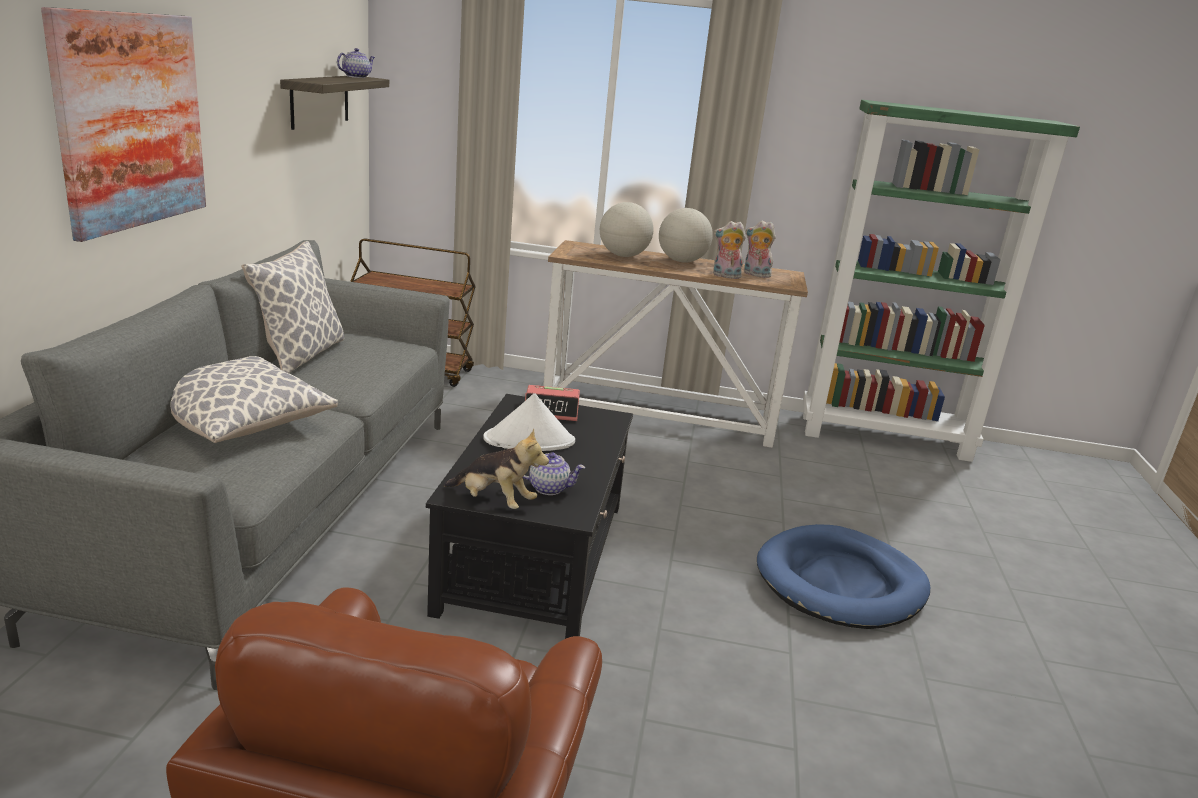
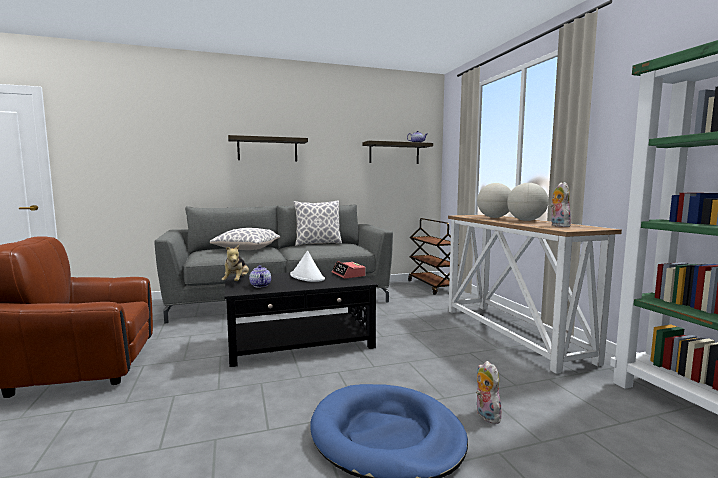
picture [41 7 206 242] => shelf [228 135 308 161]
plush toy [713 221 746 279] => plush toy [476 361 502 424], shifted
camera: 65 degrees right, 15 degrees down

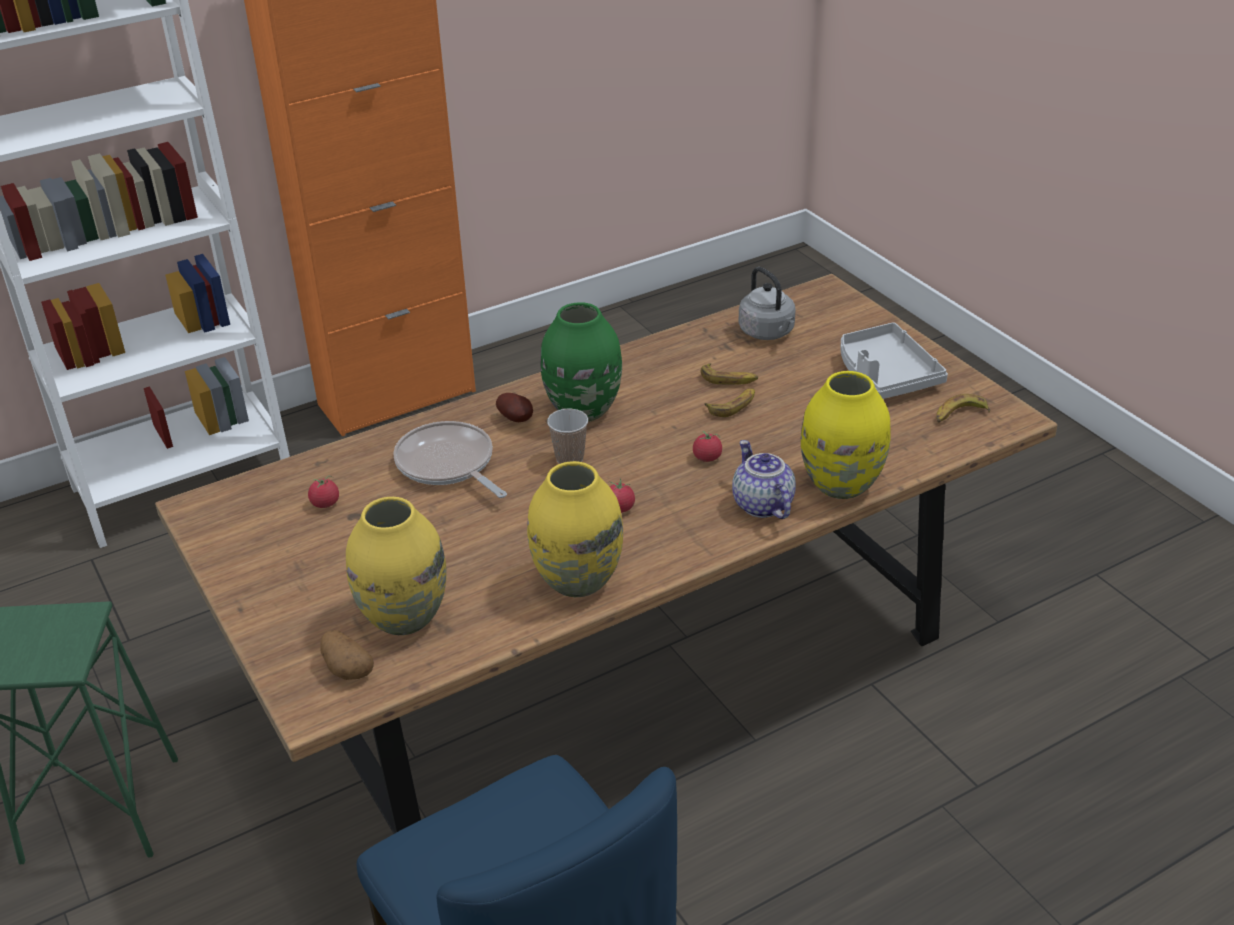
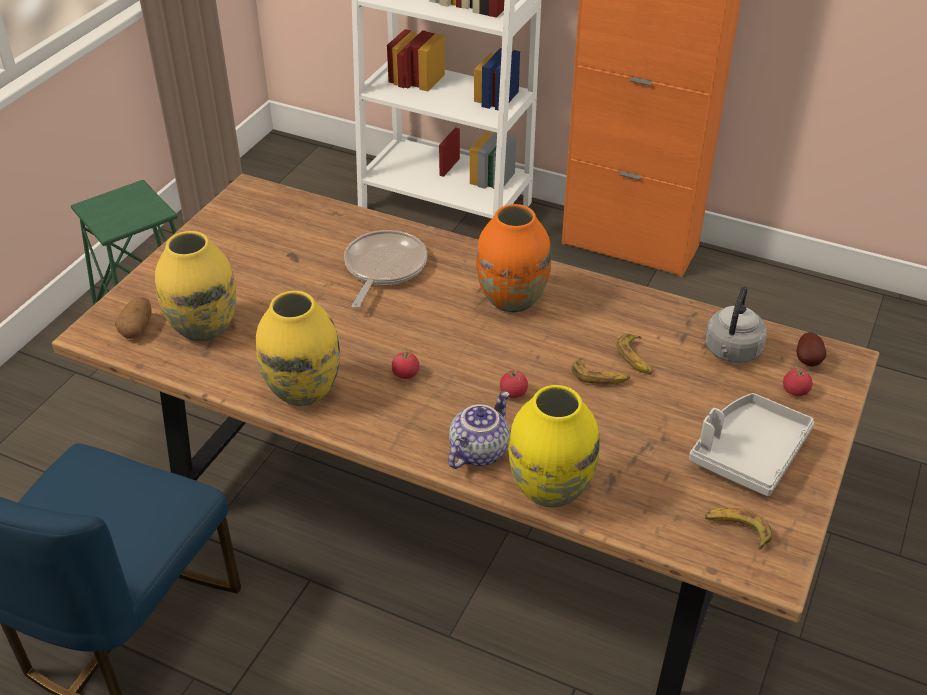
green vase [540 302 622 422] => orange-coloured vase [476 204 551 313]
fresh tomato [308 475 339 508] => fresh tomato [783 367 813 396], shifted
potato [496 393 533 422] => potato [796 332 826 367], shifted
small cup [547 409 588 464] => nothing
camera: 55 degrees right, 5 degrees up

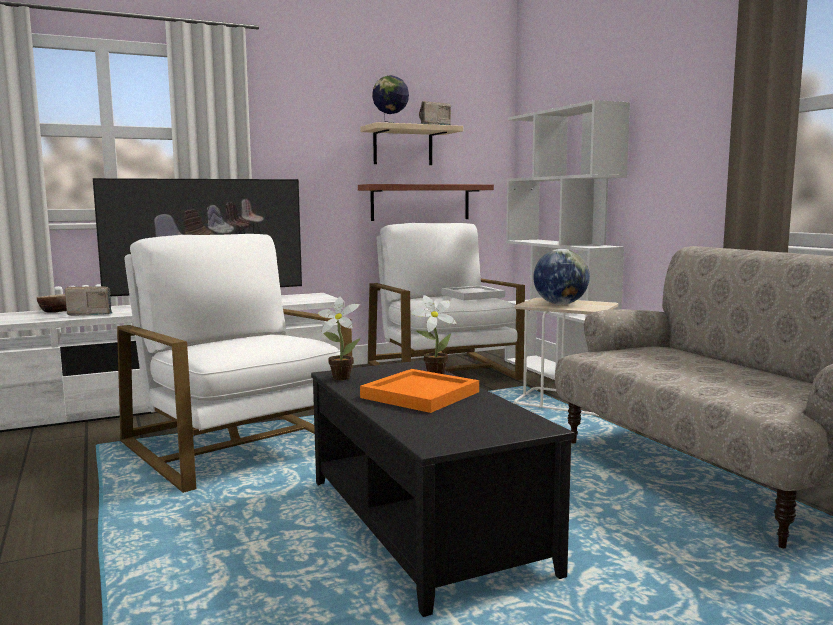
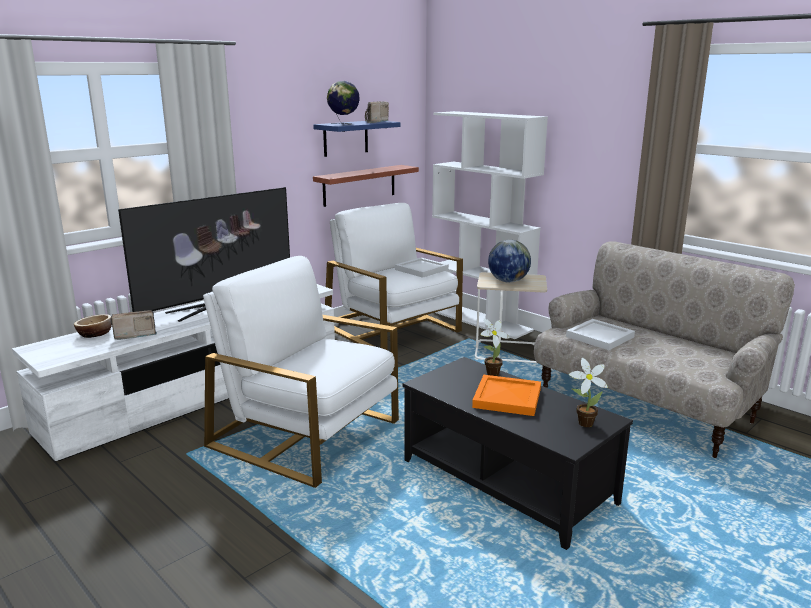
beige-coloured shelf [360 122 463 165] => blue-coloured shelf [313 121 401 157]
nothing => white carrying tray [566 319 635 350]
potted plant [318 297 360 380] => potted plant [569 358 608 427], shifted
camera: 20 degrees left, 10 degrees up

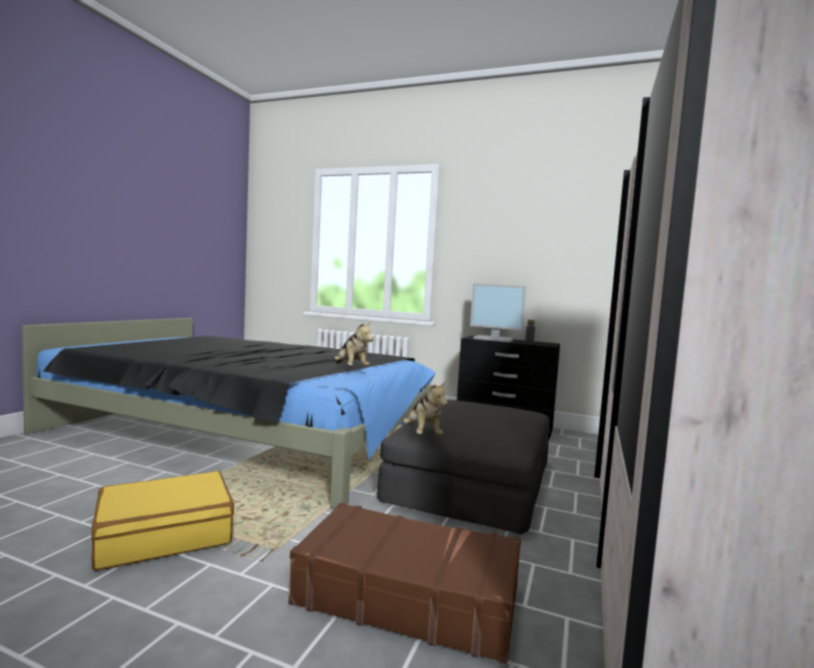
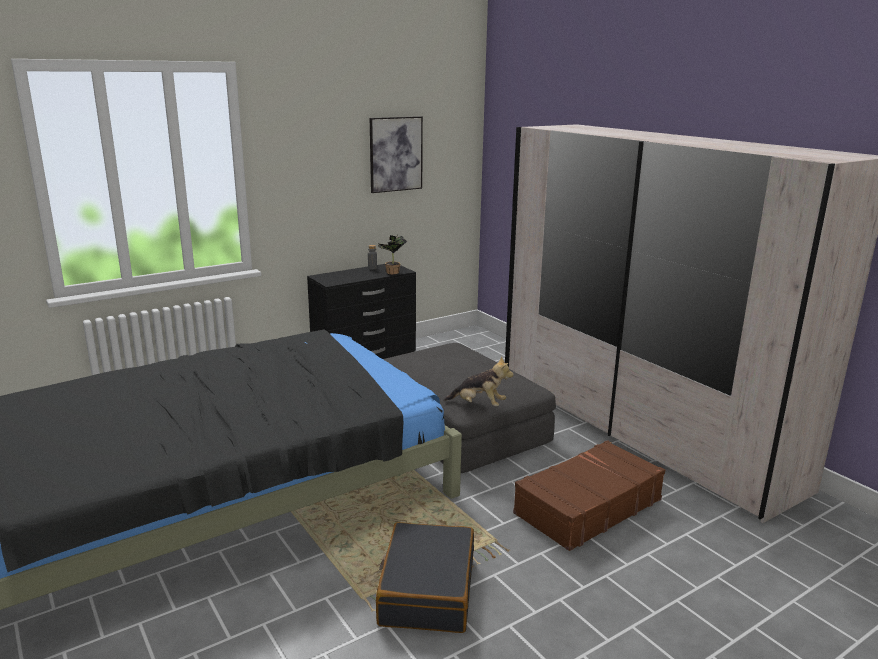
nothing => picture [370 116 423 193]
yellowish suitcase [91 471 234 571] => blackish suitcase [376 522 474 633]
nothing => potted plant [378 235 407 274]
plush toy [334 322 373 366] => nothing
computer display [470 283 526 342] => nothing
camera: 55 degrees left, 15 degrees up

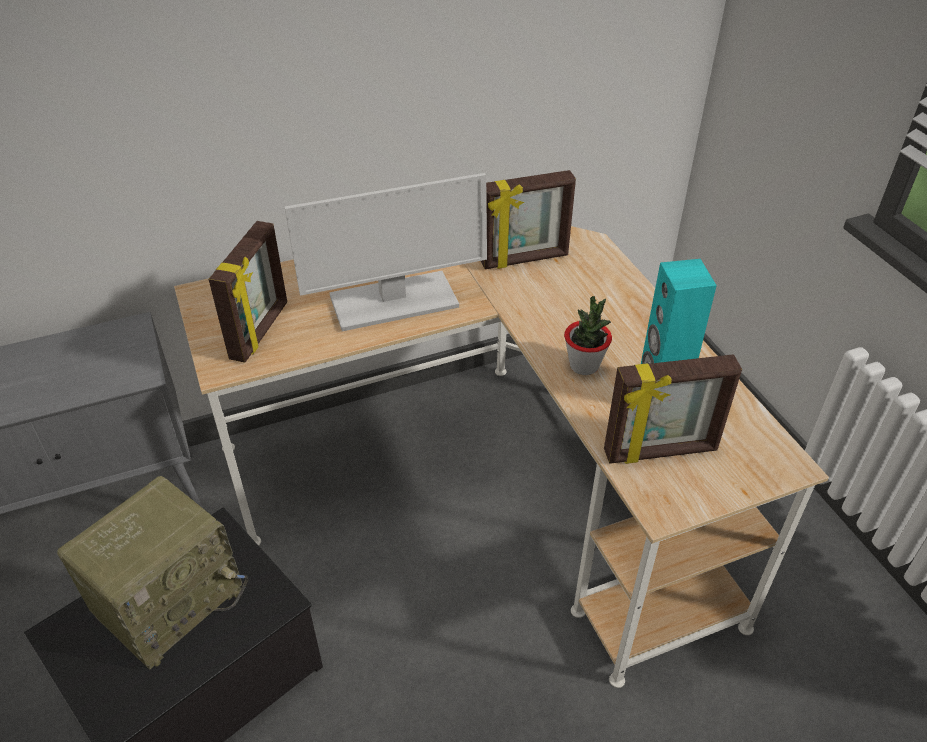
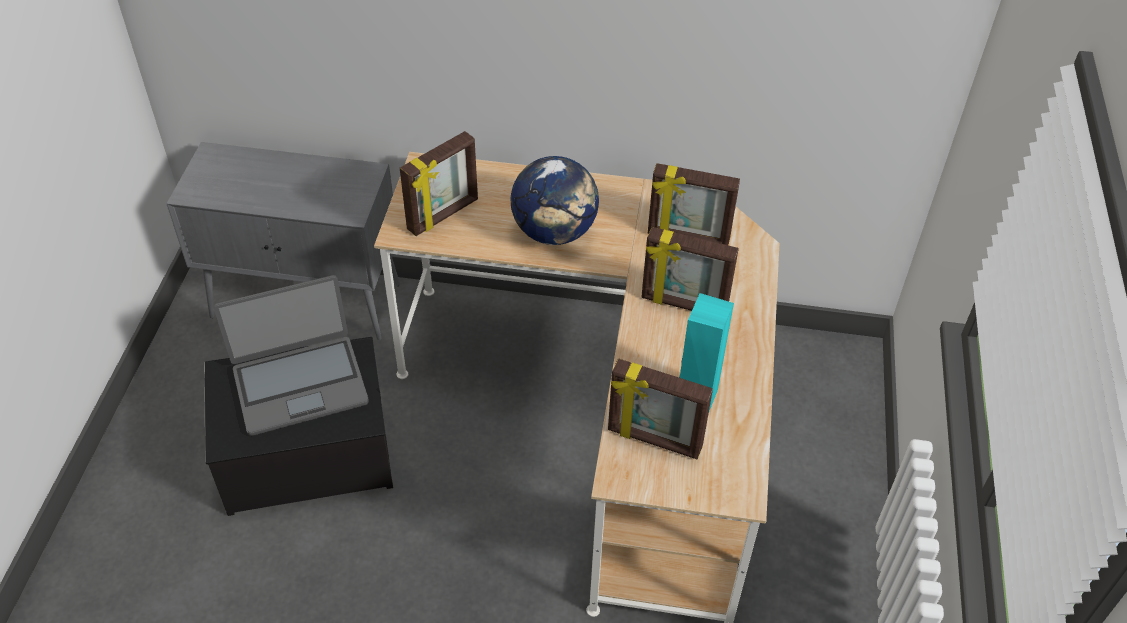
radio set [57 476 248 670] => portable computer [214 275 369 436]
computer display [285 173 487 331] => world globe [511 156 599 245]
nothing => picture frame [641 227 739 311]
potted plant [564 296 612 375] => nothing
camera: 30 degrees right, 5 degrees up

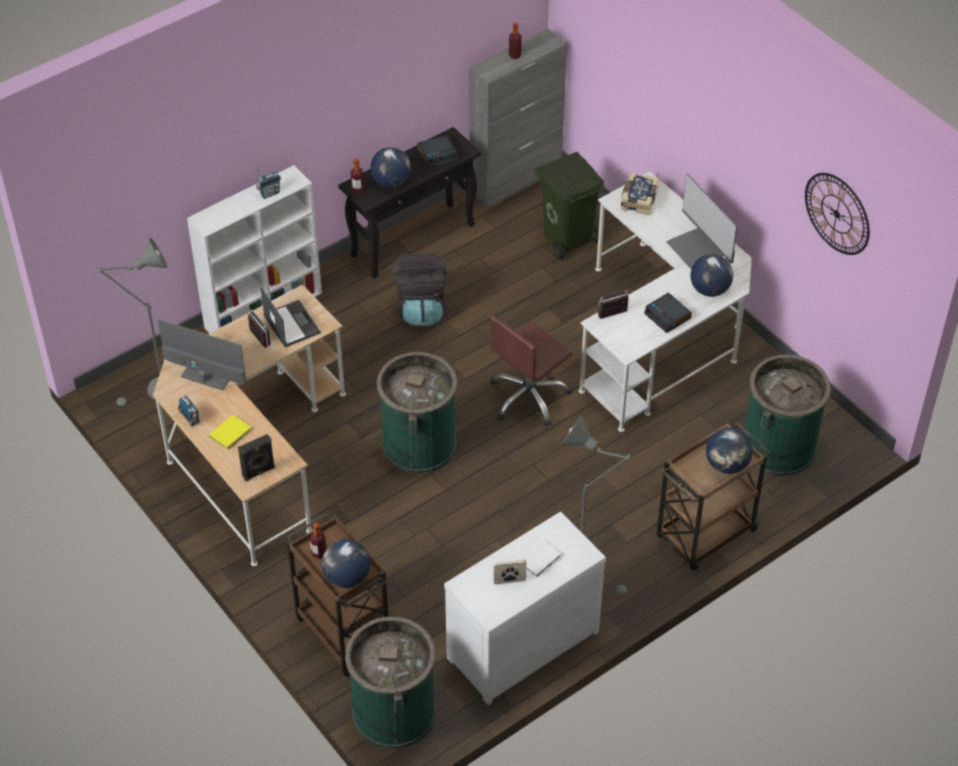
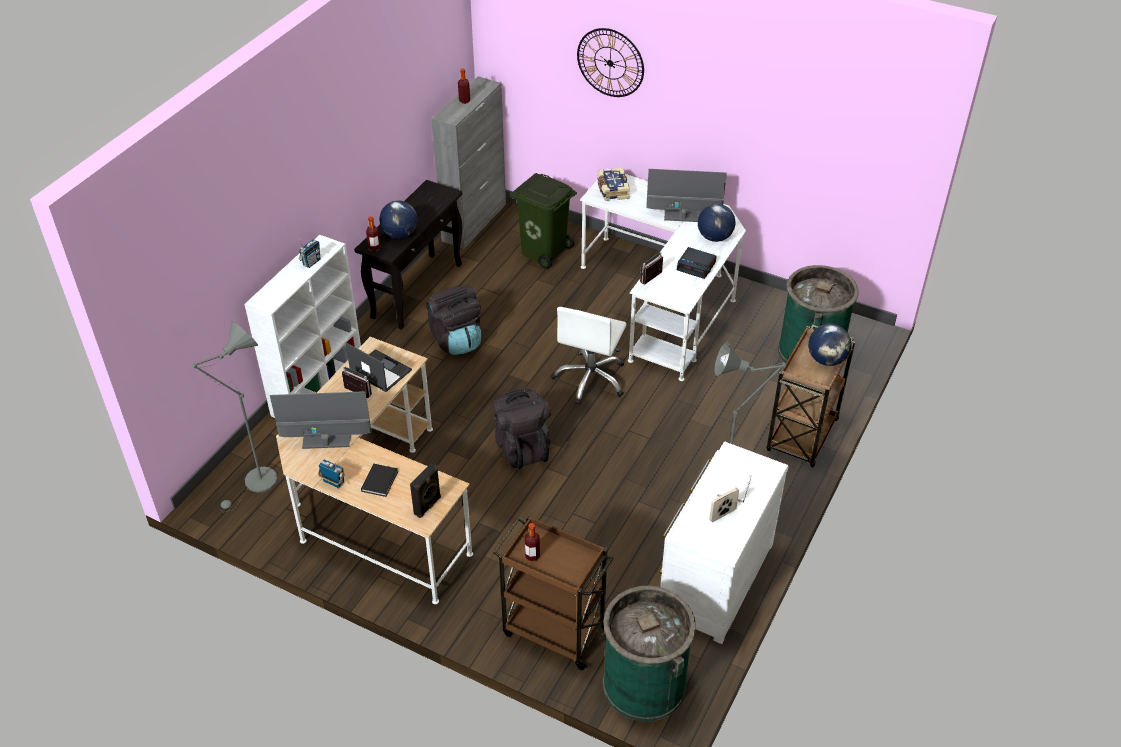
yellowish bound book [209 415 252 450] => blackish bound book [361 464 398 497]
green trash can [377 352 457 473] => blackish knapsack [493 389 551 469]
brownish office chair [490 315 572 426] => white office chair [551 307 627 405]
hanging clock [805 173 870 255] => hanging clock [577 28 644 97], shifted
computer display [666 173 737 269] => computer display [646 169 727 222], 150 degrees clockwise
world globe [322 539 370 588] => nothing
bedside clock [417 135 458 168] => nothing
camera: 25 degrees left, 5 degrees down

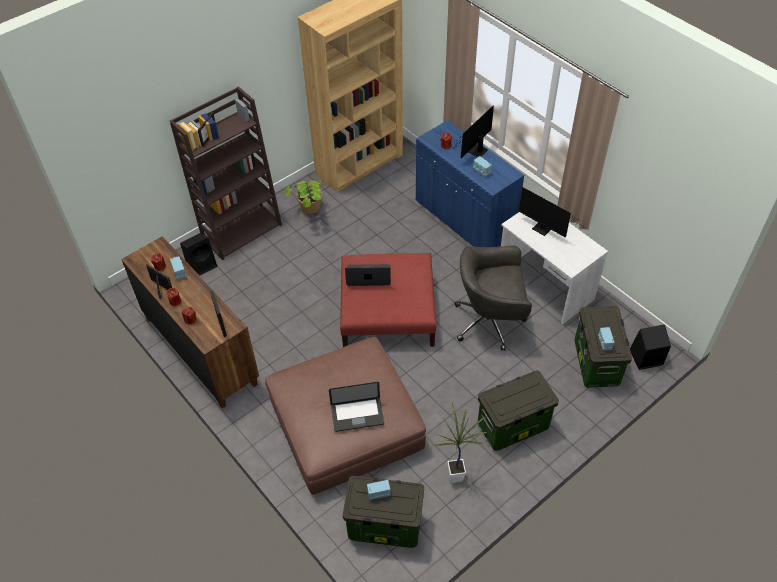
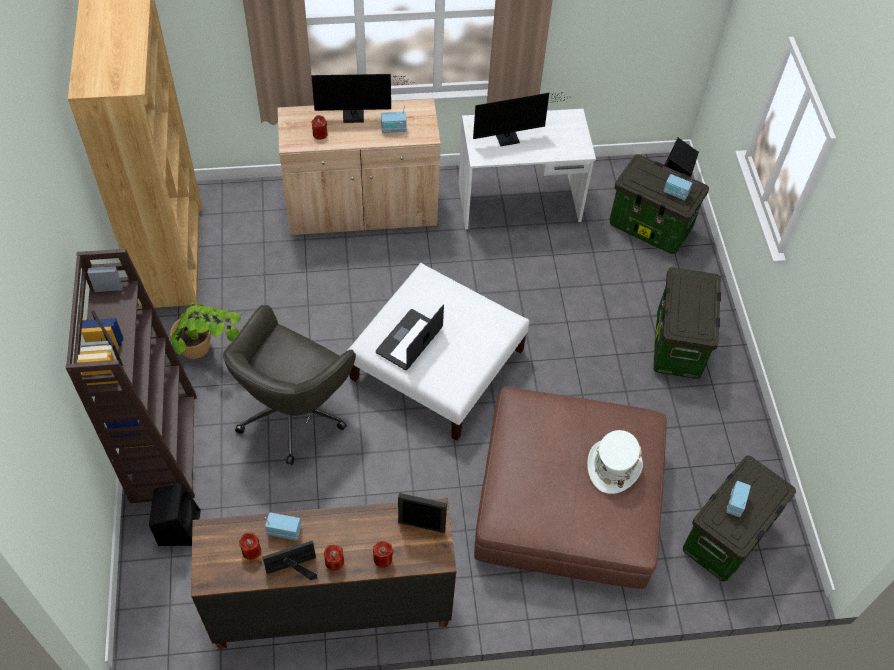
greyish office chair [455 245 532 351] => greyish office chair [223 305 356 465], shifted
blue-coloured cabinet [416 120 524 247] => beige-coloured cabinet [278 99 441 235]
computer display [457 105 494 158] => computer display [311 74 417 123], 75 degrees counterclockwise
red pouffe [340 253 436 347] => white pouffe [347 263 529 441]
portable computer [329 382 384 432] => white clothing hat [587 430 643 494]
potted plant [427 402 490 483] => nothing
camera: 60 degrees left, 5 degrees up

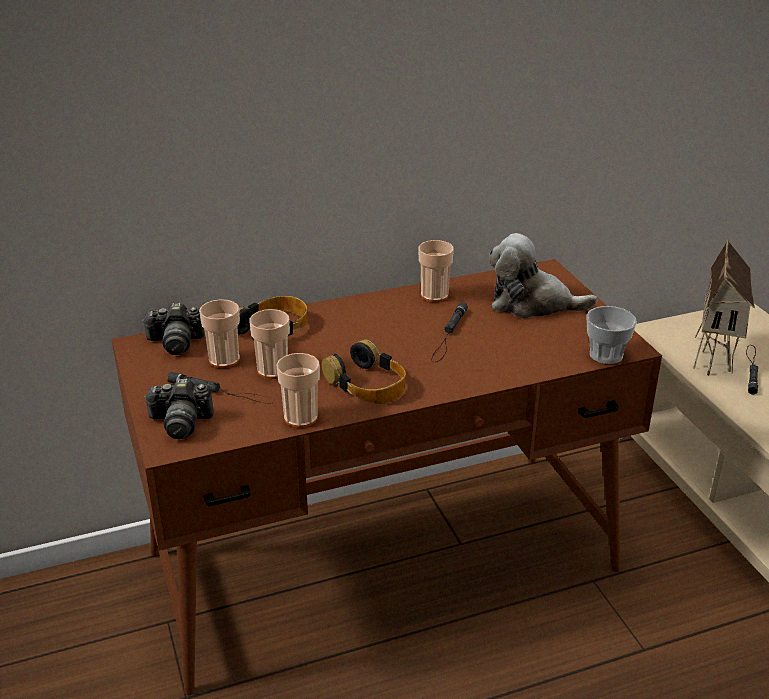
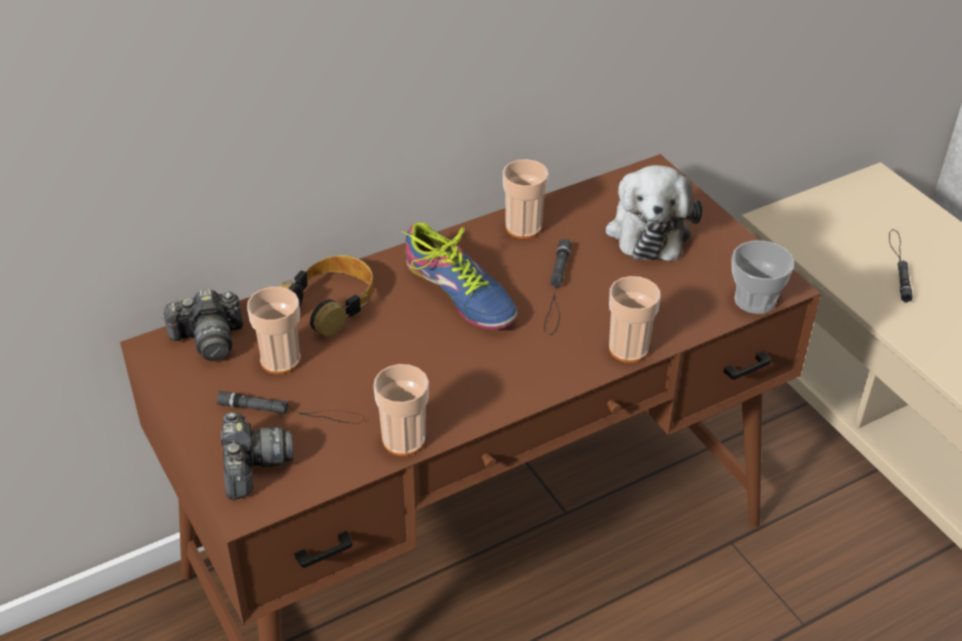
photo camera [144 379 214 439] => photo camera [221 412 293 500], 90 degrees counterclockwise
nothing => shoe [401 222 517 330]
plush toy [489 233 598 319] => plush toy [606 165 702 261], 90 degrees counterclockwise
small cup [249 309 290 379] => small cup [609 276 661 363], shifted
headphones [322 339 406 404] => nothing
toy house [693 239 755 376] => nothing
camera: 10 degrees left, 10 degrees up

